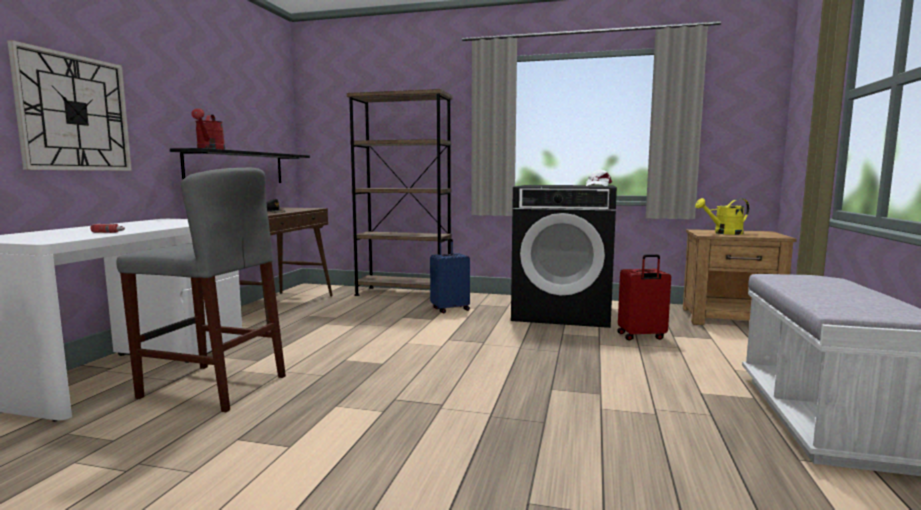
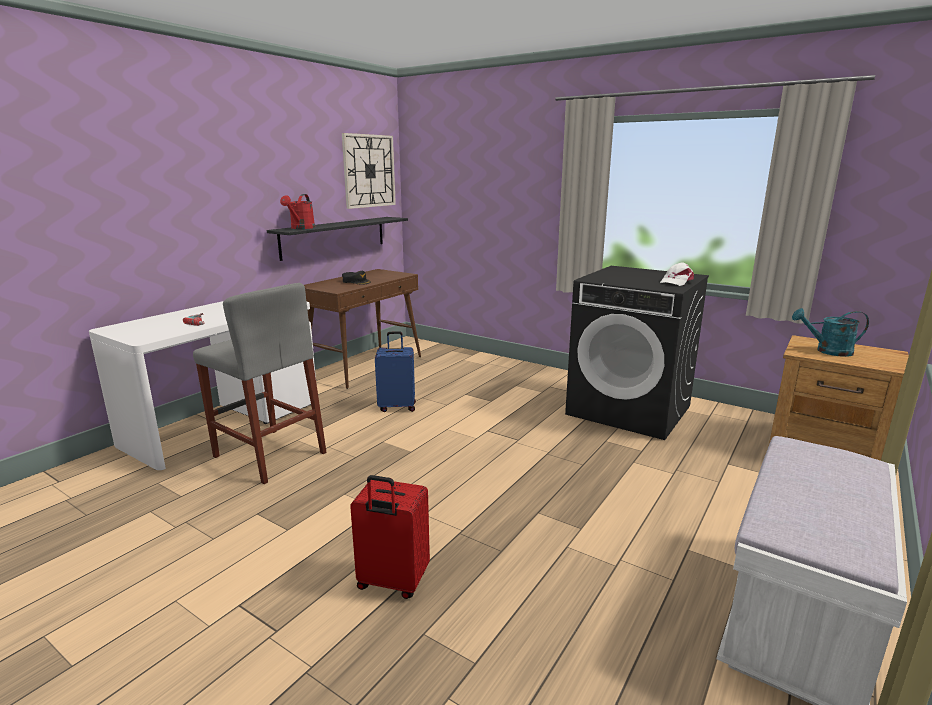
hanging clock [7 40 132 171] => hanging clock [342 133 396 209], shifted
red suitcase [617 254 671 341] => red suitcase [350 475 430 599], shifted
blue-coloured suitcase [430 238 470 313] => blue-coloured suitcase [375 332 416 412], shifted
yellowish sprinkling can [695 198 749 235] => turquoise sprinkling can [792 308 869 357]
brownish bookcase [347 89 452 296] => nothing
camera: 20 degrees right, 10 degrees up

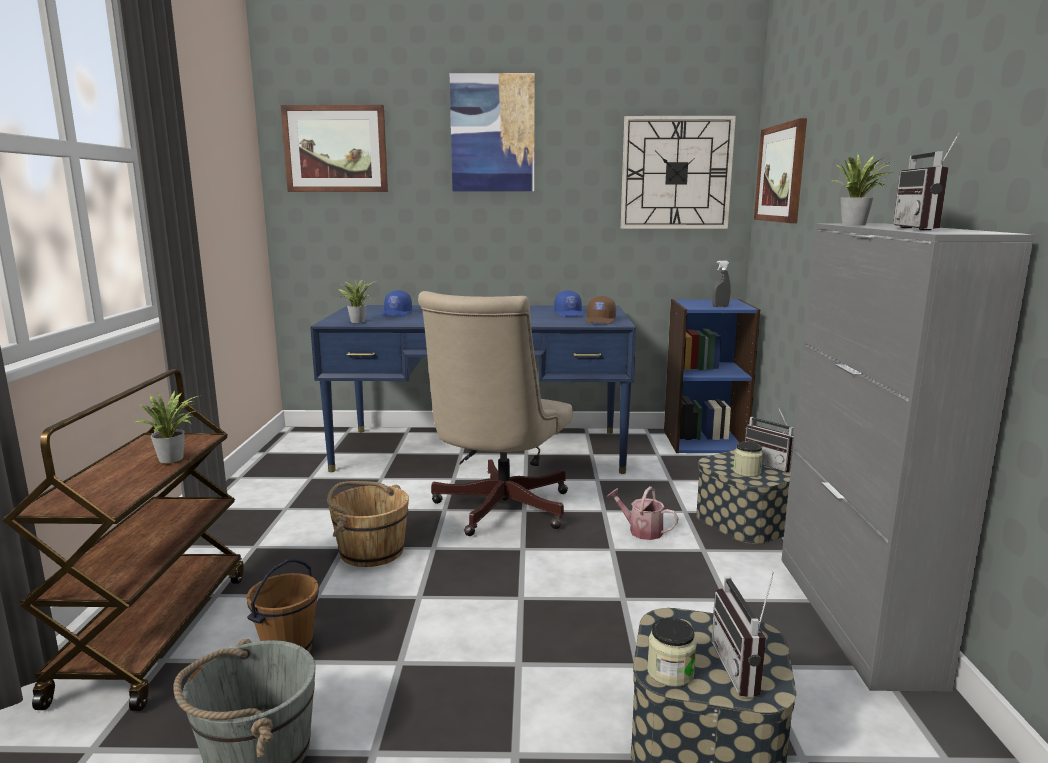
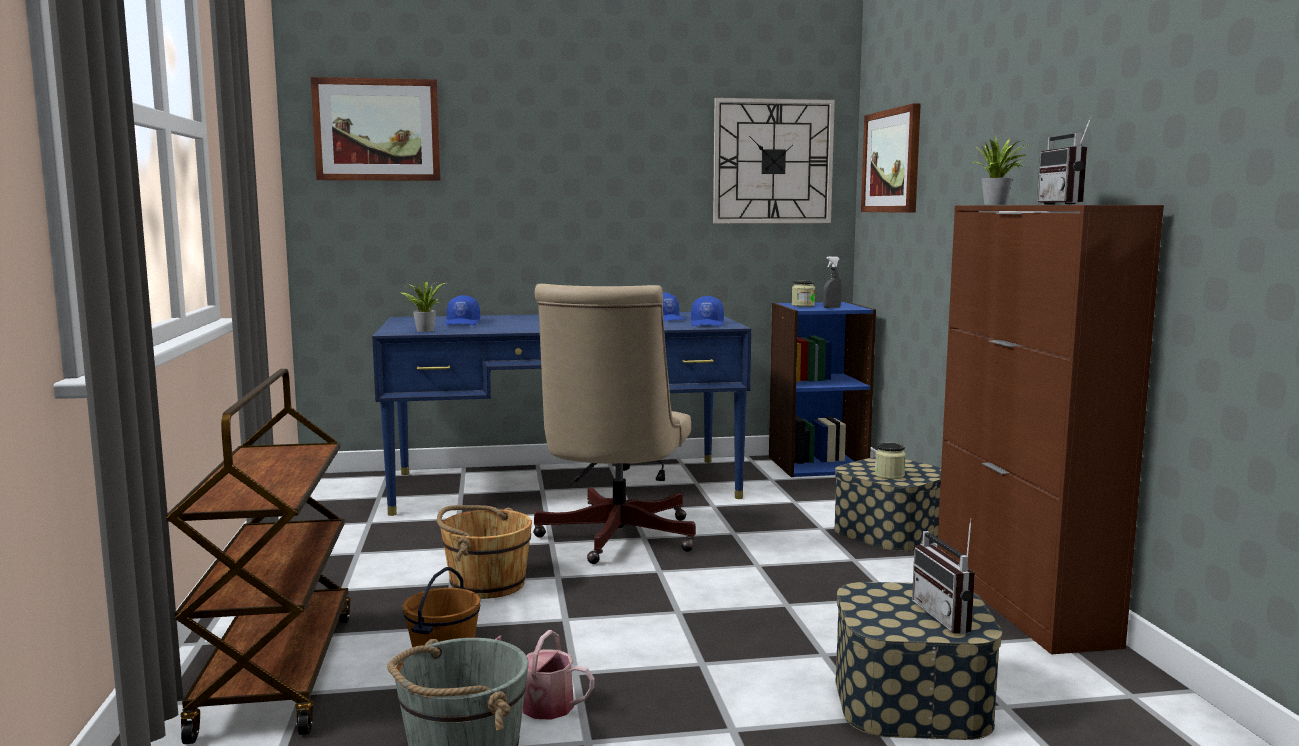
sprinkling can [607 486 679 540] => sprinkling can [495 630 595 720], shifted
brownish baseball cap [586 296 616 324] => blue-coloured baseball cap [691 296 724 326]
jar [647 618 697 687] => jar [791 280 815 307], shifted
greyish cabinet [781 224 1034 692] => brownish cabinet [937 205 1164 655]
potted plant [136 390 198 463] => nothing
picture [450 73 535 191] => nothing
radio set [745 405 794 472] => nothing
camera: 10 degrees left, 5 degrees down

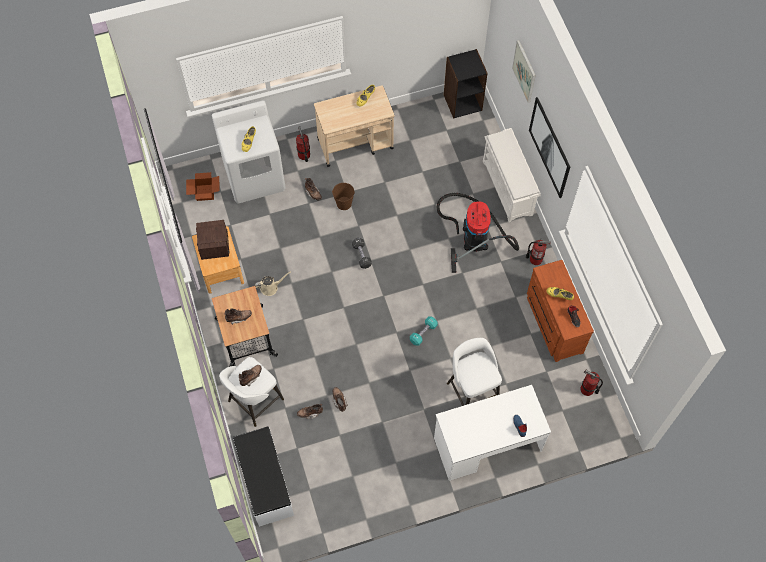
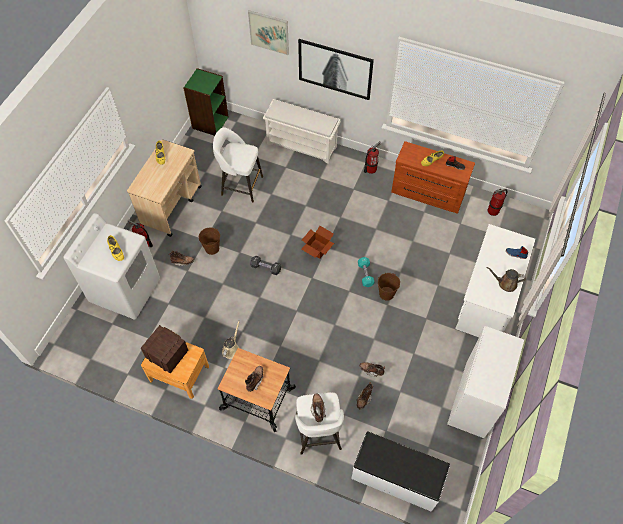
blackish bookcase [444 49 488 119] => green bookcase [183 68 229 136]
white stool seat [447 338 502 406] => white stool seat [213 127 263 202], shifted
packing box [186 172 220 201] => packing box [301 226 334 259], shifted
nothing => brownish water bucket [378 273 400 301]
nothing => white cabinet [447 326 524 439]
nothing => brownish sprinkling can [487 267 526 292]
vacuum cleaner [436 193 519 273] => nothing
camera: 50 degrees left, 5 degrees down

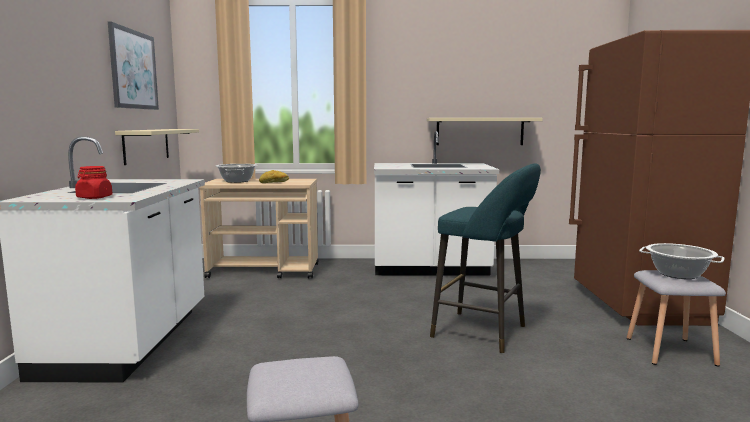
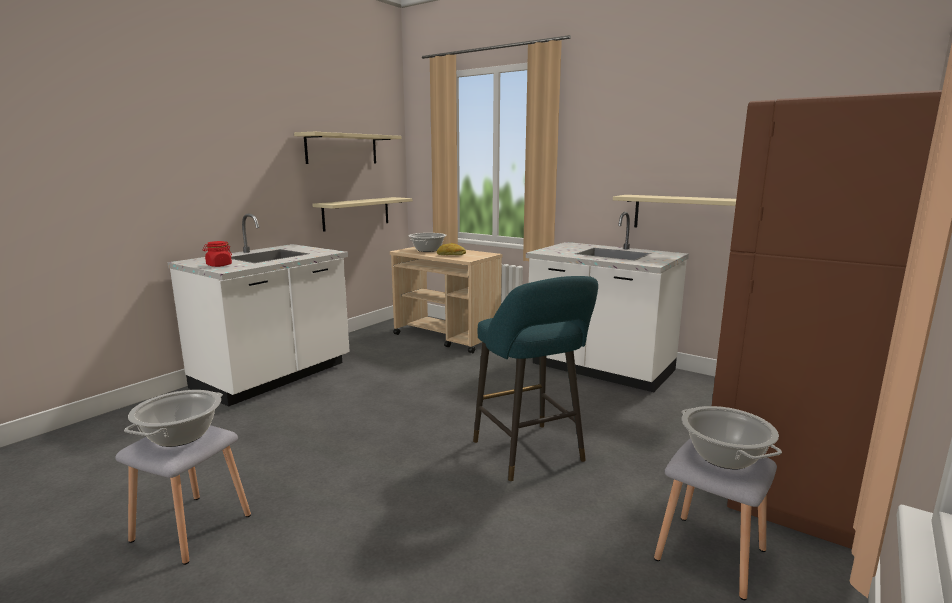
nothing => saucepot [124 390 223 447]
picture [108 22 159 110] => beige-coloured shelf [294 132 402 164]
camera: 35 degrees right, 5 degrees up

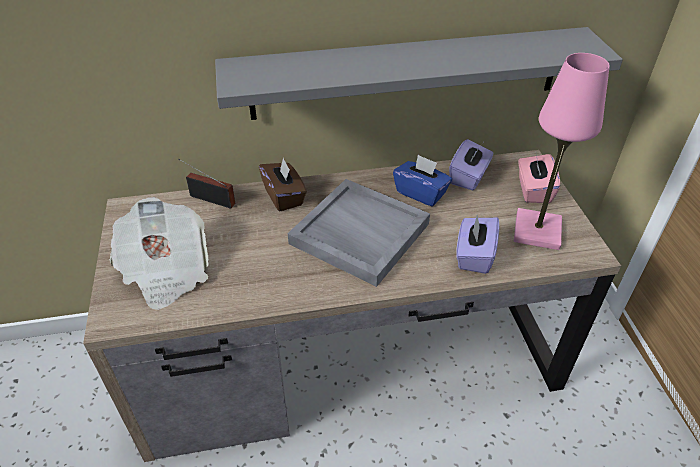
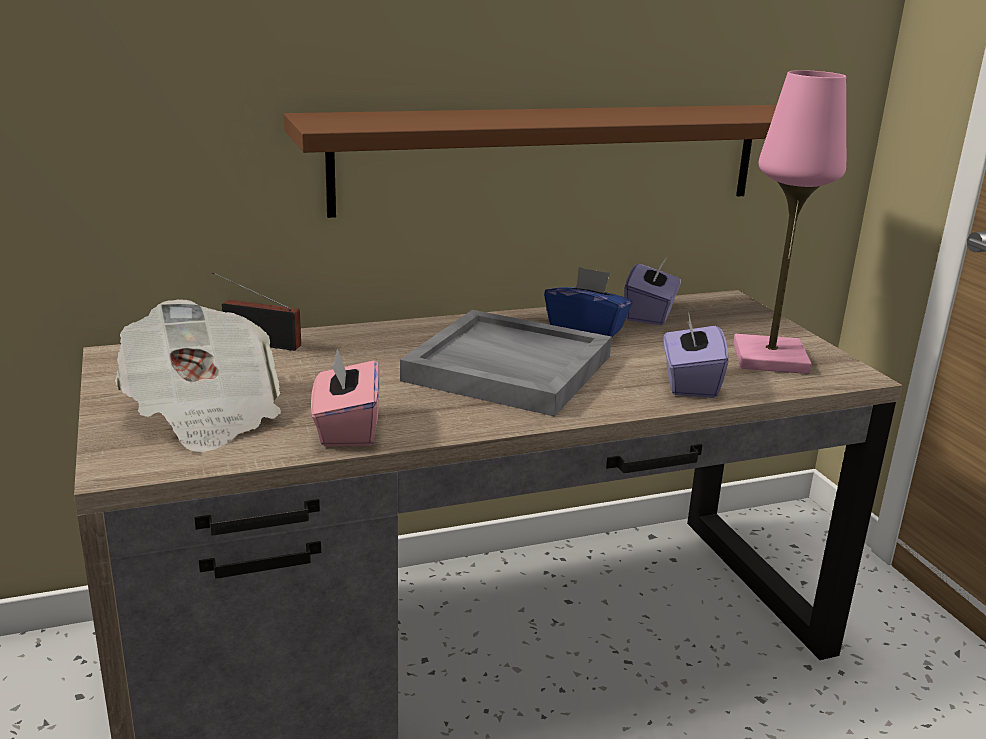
greyish shelf [215 27 623 120] => brownish shelf [284 105 777 218]
pink tissue box [518 154 560 203] => pink tissue box [311 348 380 446], shifted
brownish tissue box [259 157 307 211] => nothing
camera: 10 degrees left, 20 degrees down

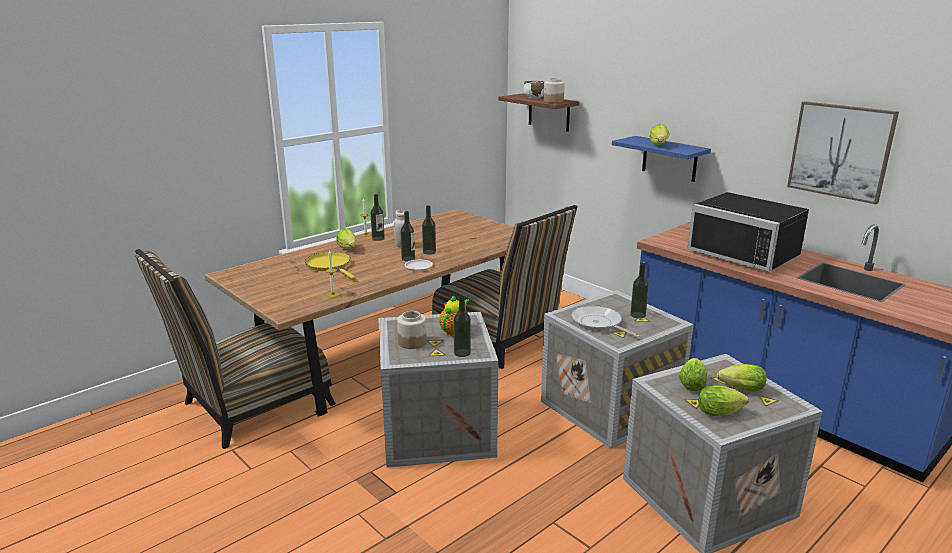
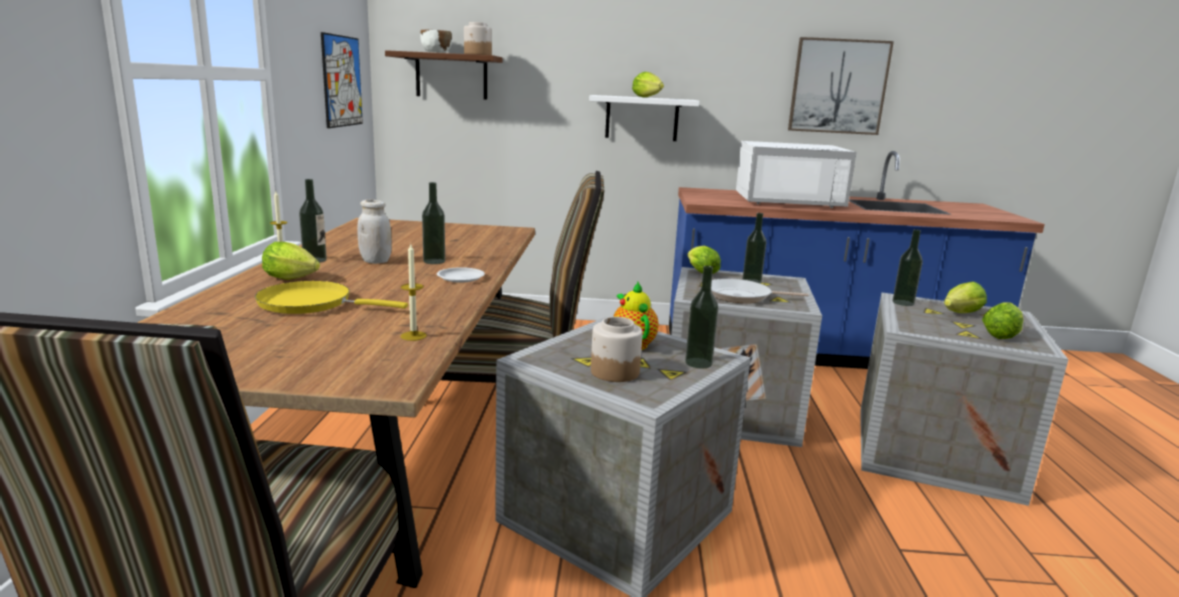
nothing => picture [321 32 363 128]
blue-coloured shelf [612 136 711 182] => white shelf [589 95 699 141]
head of lettuce [679 358 707 391] => head of lettuce [687 246 721 274], shifted
blackish microwave [687 192 809 272] => white microwave [736 141 857 208]
drink bottle [400 211 415 261] => drink bottle [893 229 923 306], shifted
camera: 45 degrees left, 5 degrees down

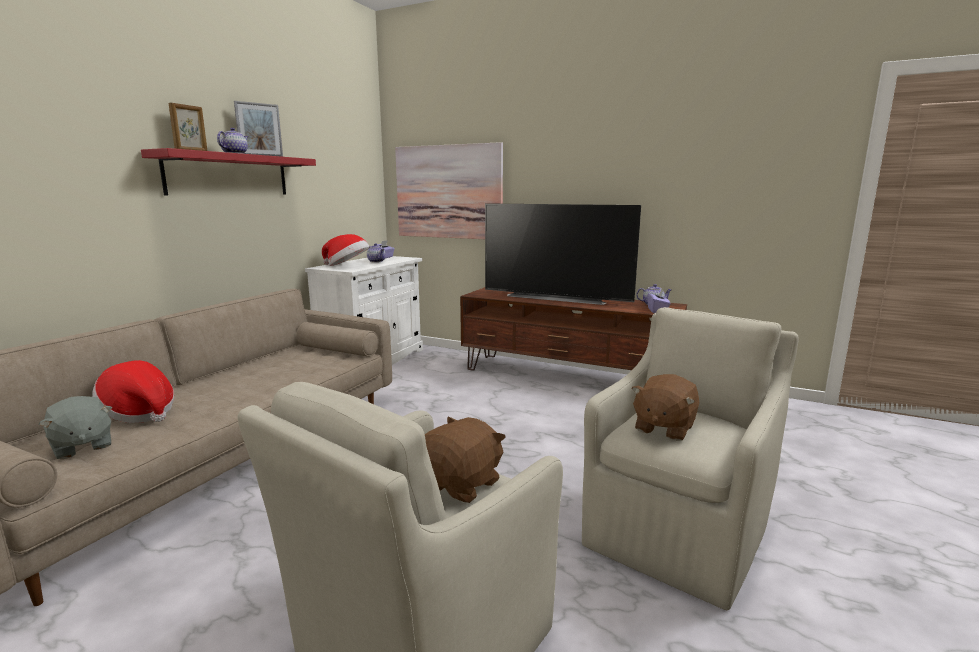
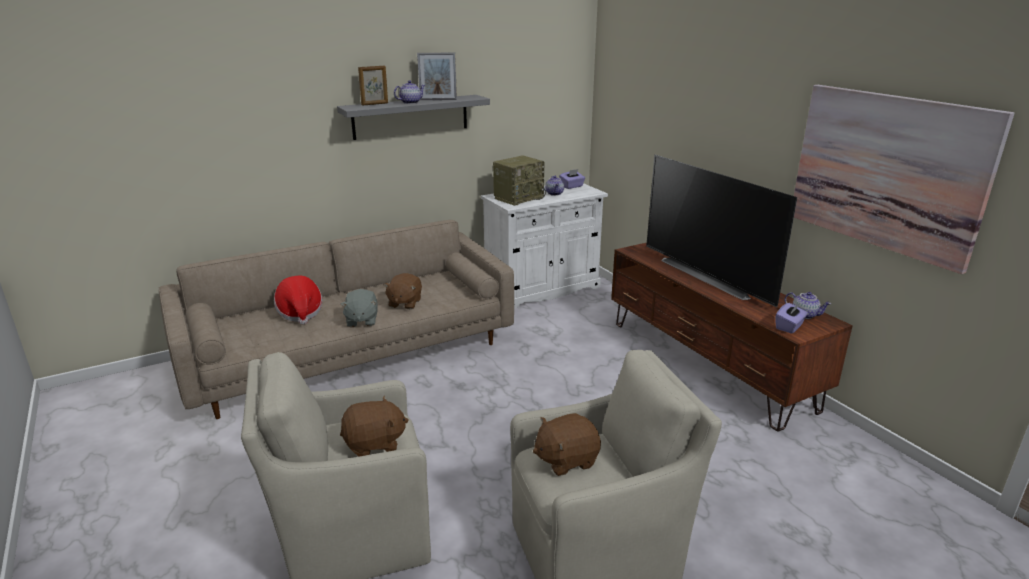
red shelf [141 148 316 195] => greyish shelf [337 95 490 140]
greyish plush toy [39 396 112 459] => greyish plush toy [340 289 378 327], shifted
nothing => brownish plush toy [384 273 422 309]
clothing hat [322 234 369 266] => radio set [493 155 546 206]
picture [395 142 503 239] => picture [794 85 1015 274], shifted
camera: 35 degrees right, 10 degrees up

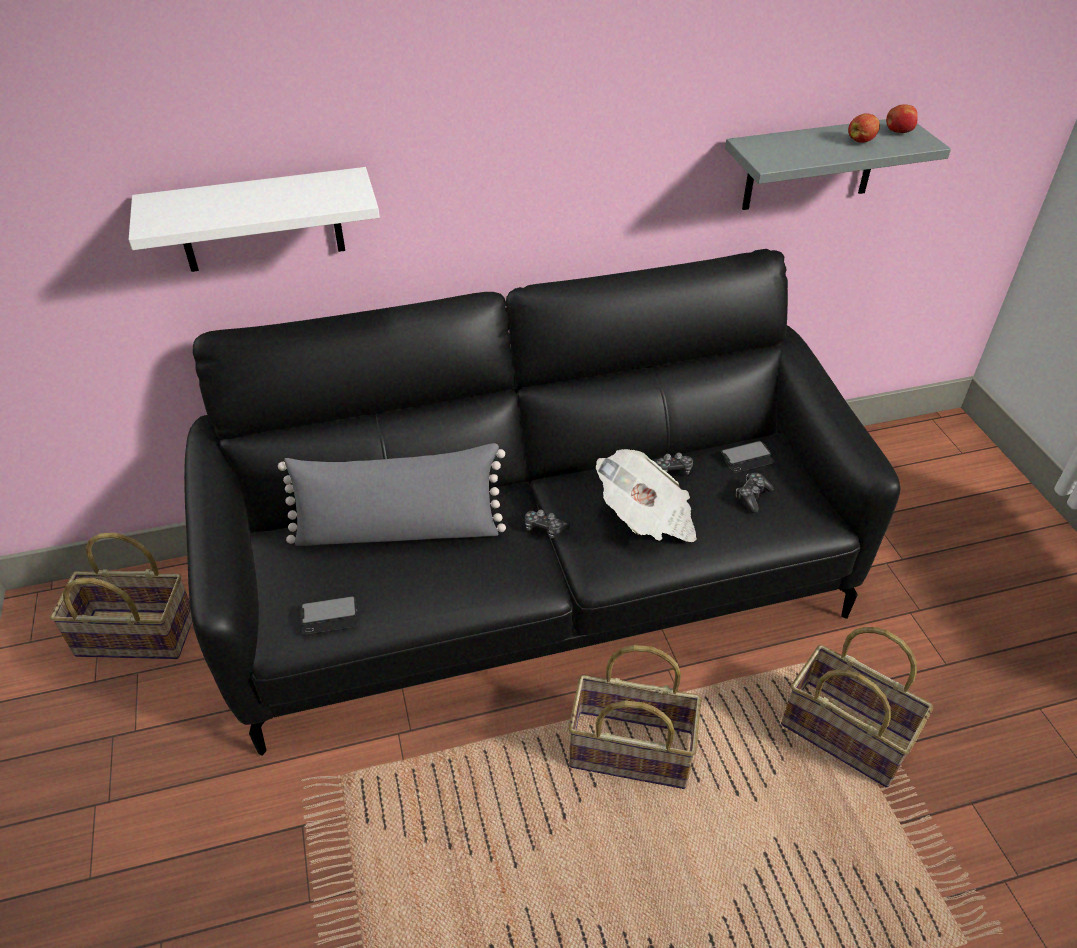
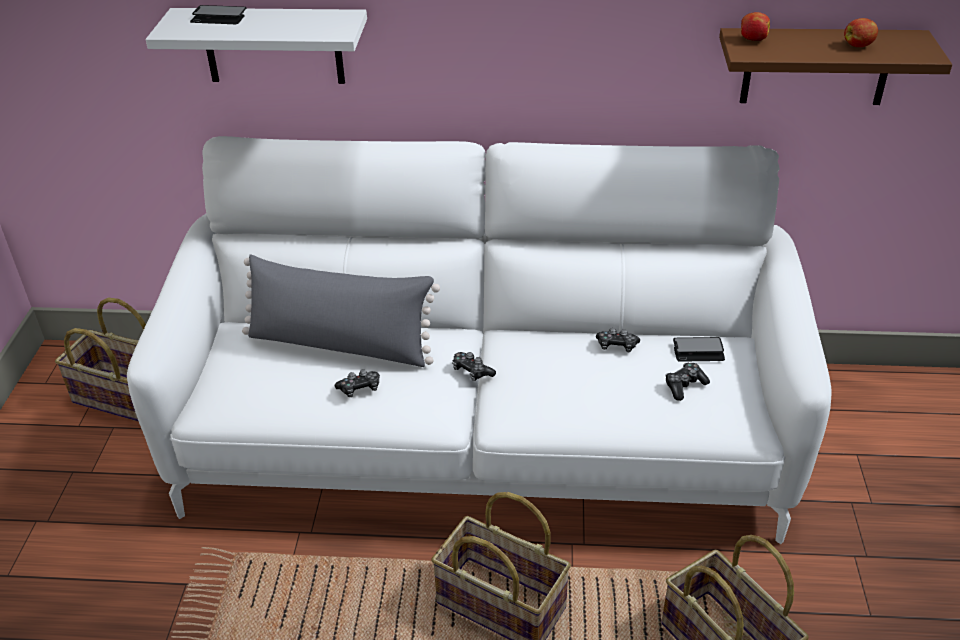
blackish couch [184 249 901 756] => white couch [127 136 831 544]
telephone [300 596 358 635] => telephone [190 5 246 24], shifted
nothing => joypad [335 369 380 397]
greyish shelf [725 119 951 210] => brownish shelf [719 28 952 105]
apple [886 104 918 133] => apple [741 12 770 41], shifted
daily paper [596 449 697 542] => nothing
camera: 20 degrees right, 5 degrees down

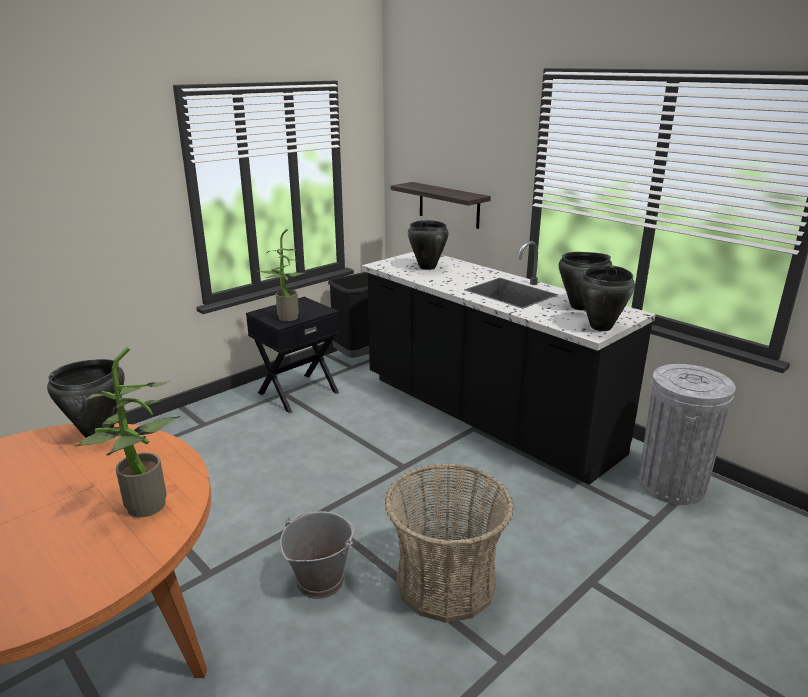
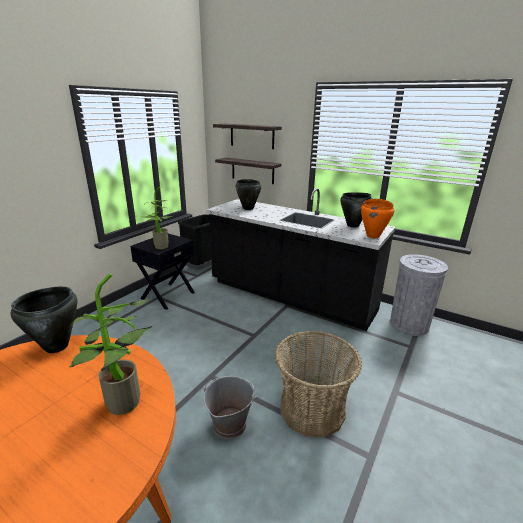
nothing => shelf [213 124 282 149]
blackish saucepot [580 265 635 331] => orange-coloured saucepot [361 199 394 238]
camera: 15 degrees left, 0 degrees up

